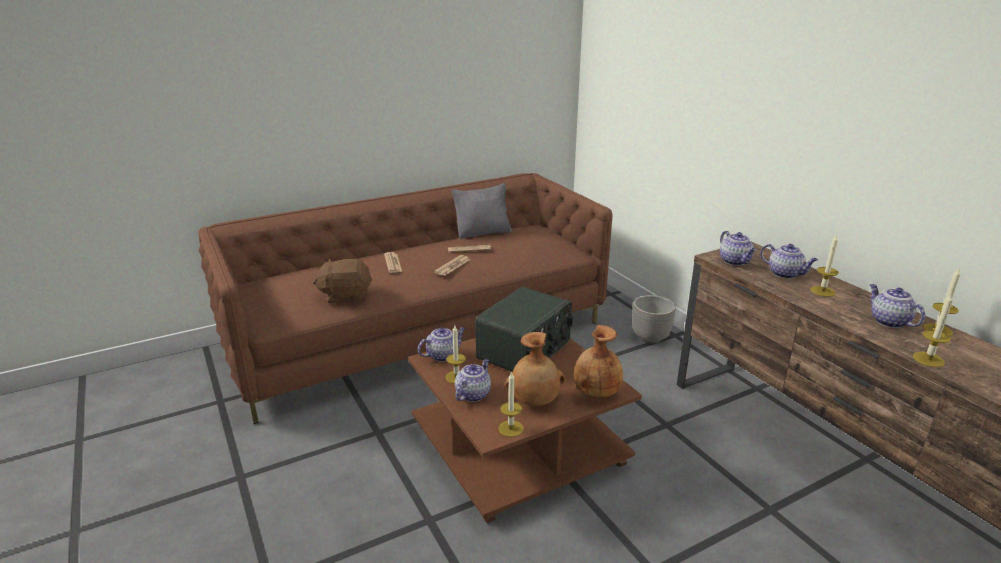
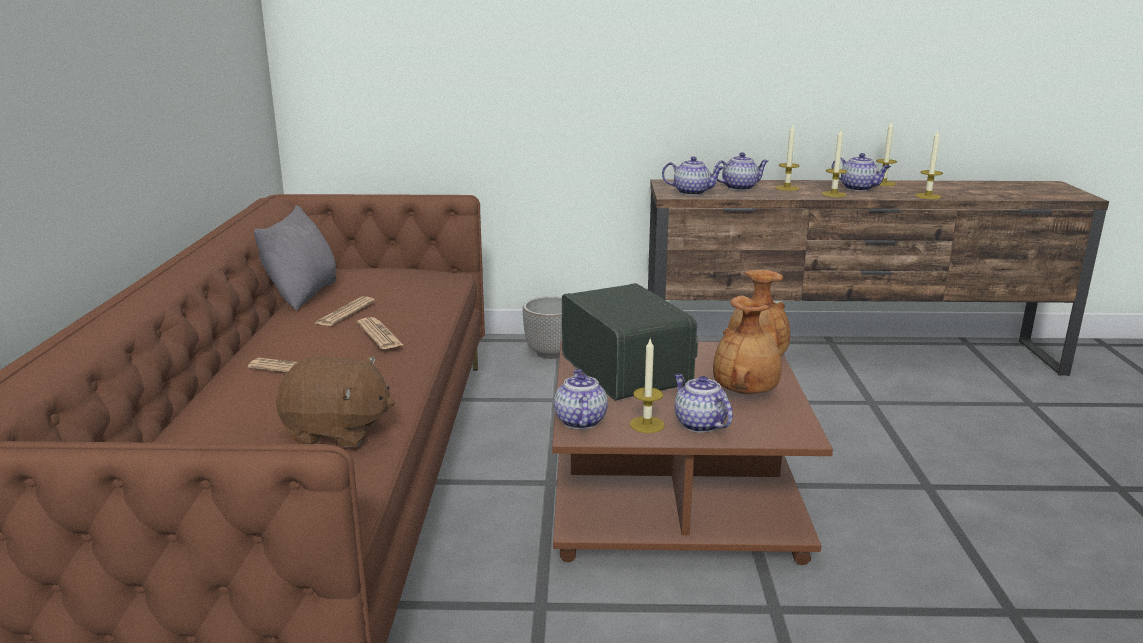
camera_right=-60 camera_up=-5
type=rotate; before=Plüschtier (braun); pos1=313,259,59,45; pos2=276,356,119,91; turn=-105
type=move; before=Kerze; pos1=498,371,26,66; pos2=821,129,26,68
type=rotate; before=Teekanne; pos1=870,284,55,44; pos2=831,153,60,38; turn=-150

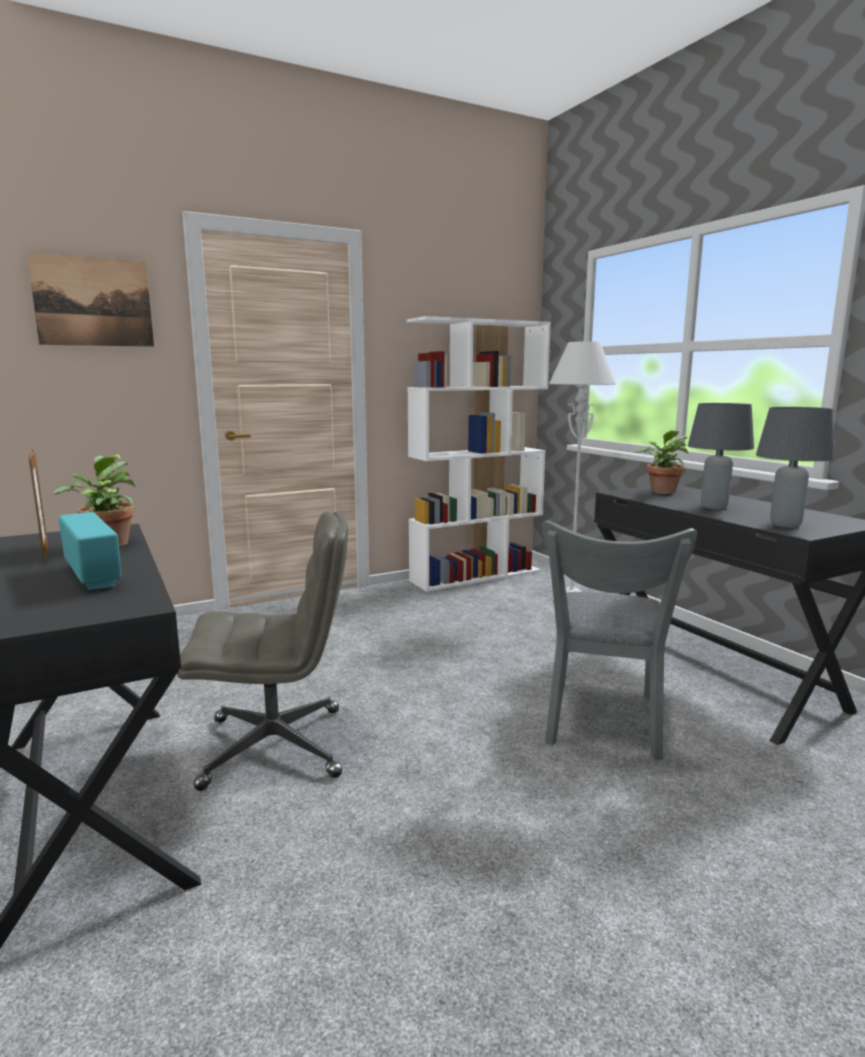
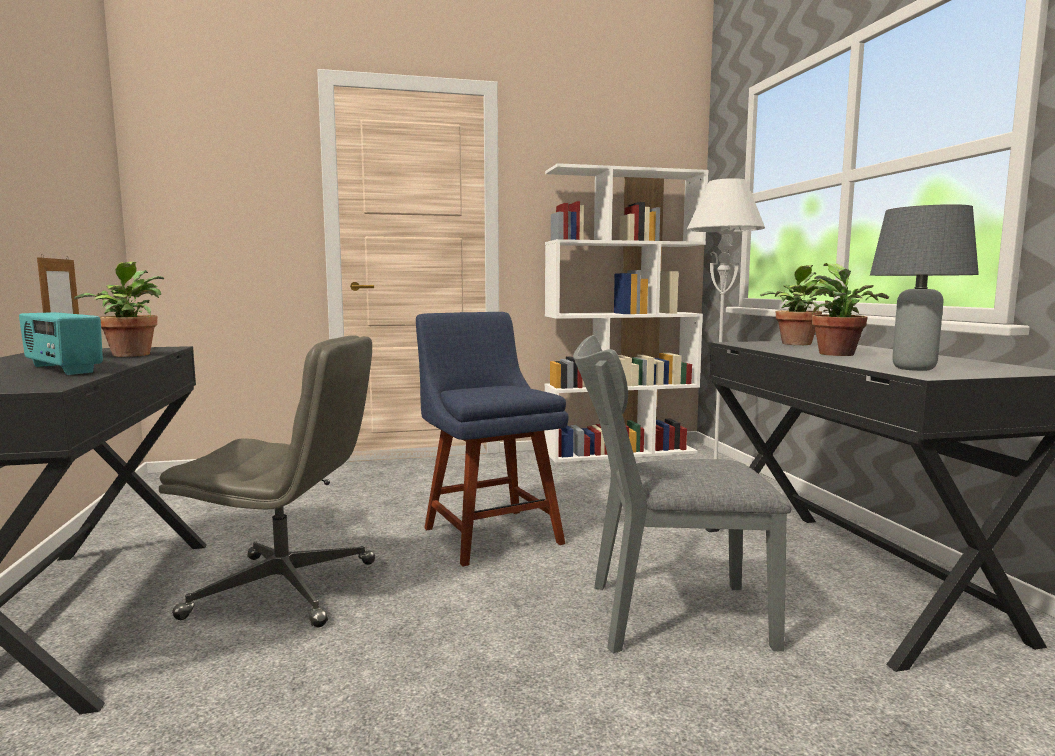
camera_right=15 camera_up=-5
type=delete; before=Bild; pos1=27,253,127,94
type=rotate; before=Radio; pos1=58,512,64,78; pos2=19,312,84,63; turn=150
type=rotate; before=Stuhl (grau); pos1=543,520,154,240; pos2=573,335,218,318; turn=60
type=replace; before=Tischlampe (grau); after=Topfpflanze; pos1=688,403,66,107; pos2=809,263,80,93
type=insert; after=Stuhl (blau); pos2=416,312,153,255

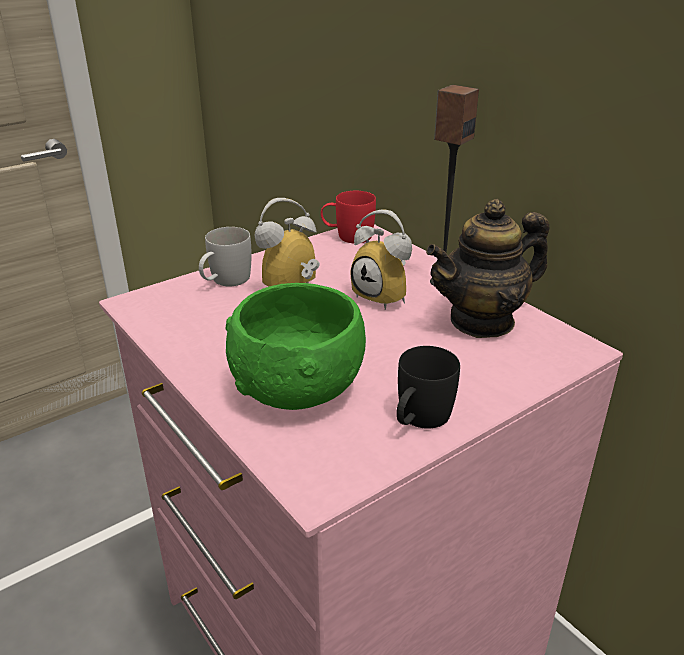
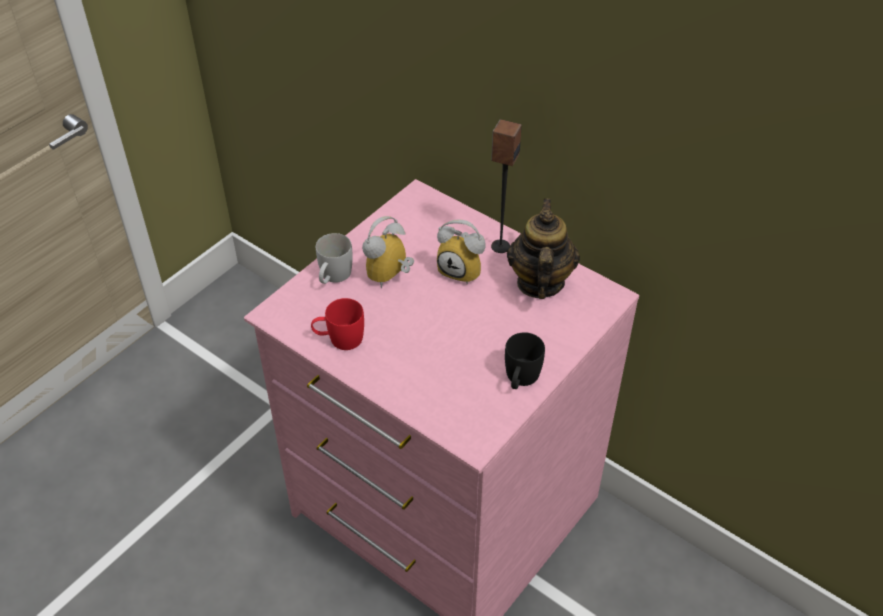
camera_right=-15 camera_up=15
type=delete; before=Schüssel (grün); pos1=226,283,140,127
type=move; before=Henkelbecher (rot); pos1=321,191,55,52; pos2=311,298,53,52
type=rotate; before=Teekanne; pos1=426,199,123,139; pos2=507,198,73,101; turn=135

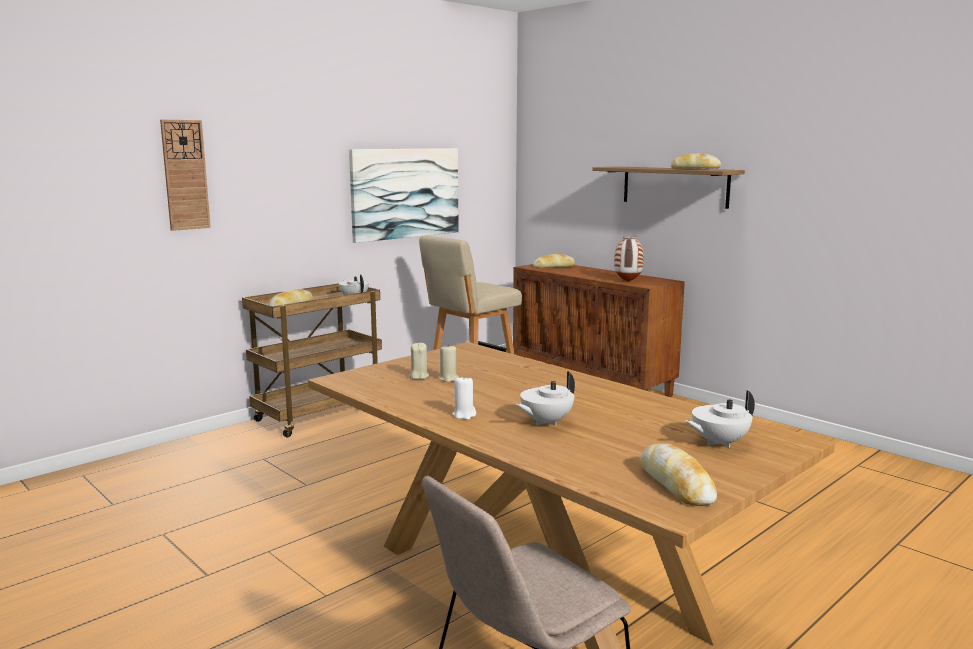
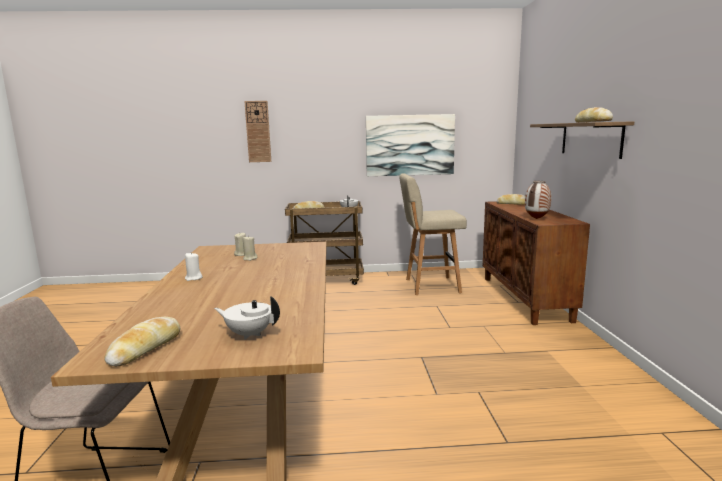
camera_right=40 camera_up=0
type=delete; before=Teekanne (weiß); pos1=515,371,60,55

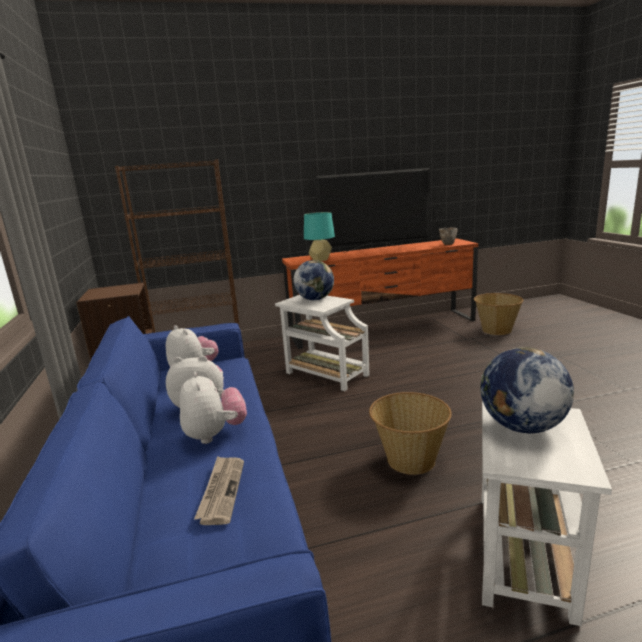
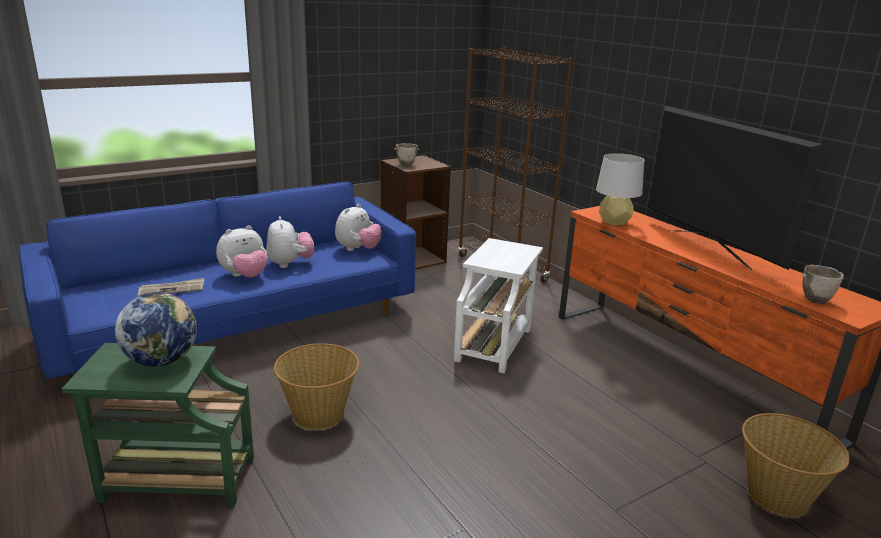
camera_right=70 camera_up=5
type=delete; before=Globus; pos1=294,260,40,40
type=recolor; before=Tischlampe (türkis); after=Tischlampe (grau); pos1=304,212,31,49; pos2=596,153,48,73
type=recolor; before=Beistelltisch (weiß); after=Beistelltisch (grün); pos1=482,401,130,225; pos2=61,343,193,164
type=insert; after=Schüssel; pos2=395,143,24,23

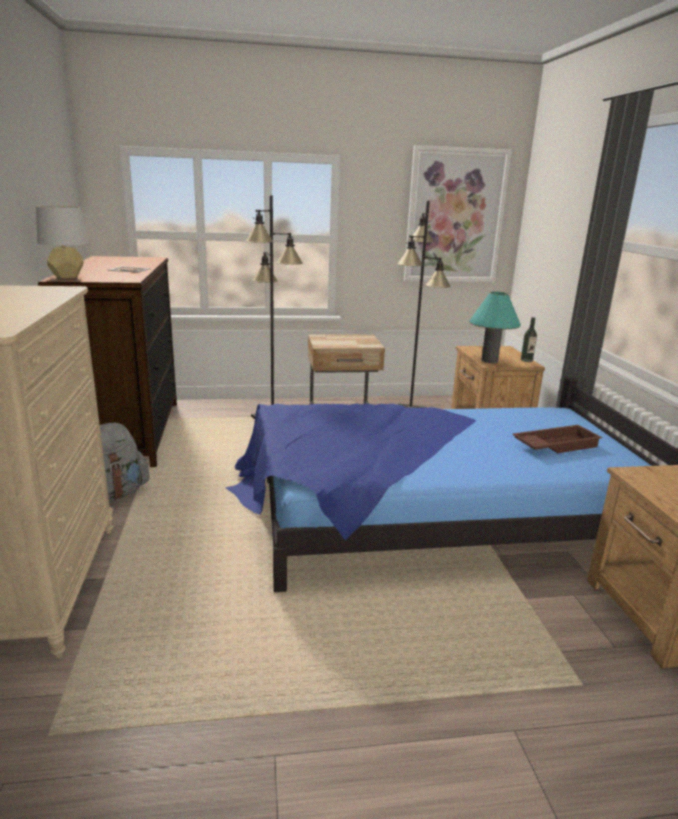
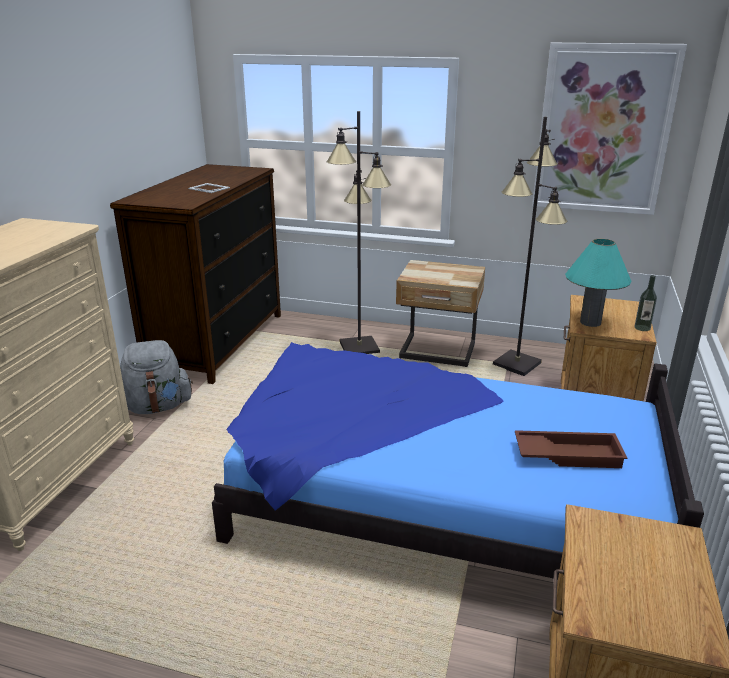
camera_right=25 camera_up=5
type=delete; before=Tischlampe (grau); pos1=36,206,52,72

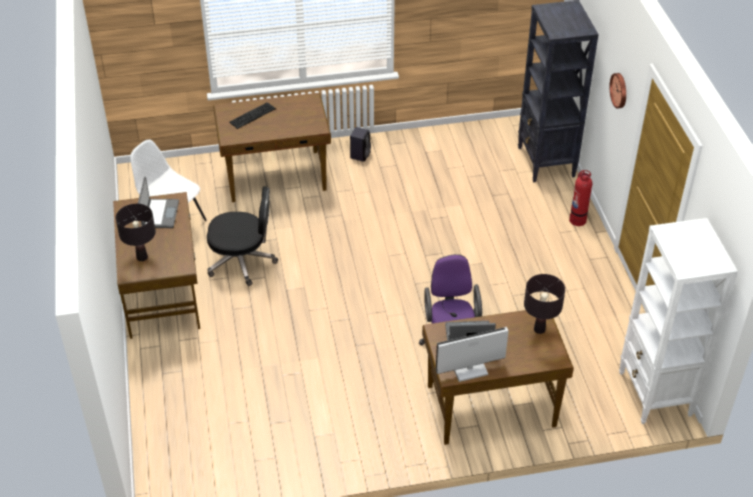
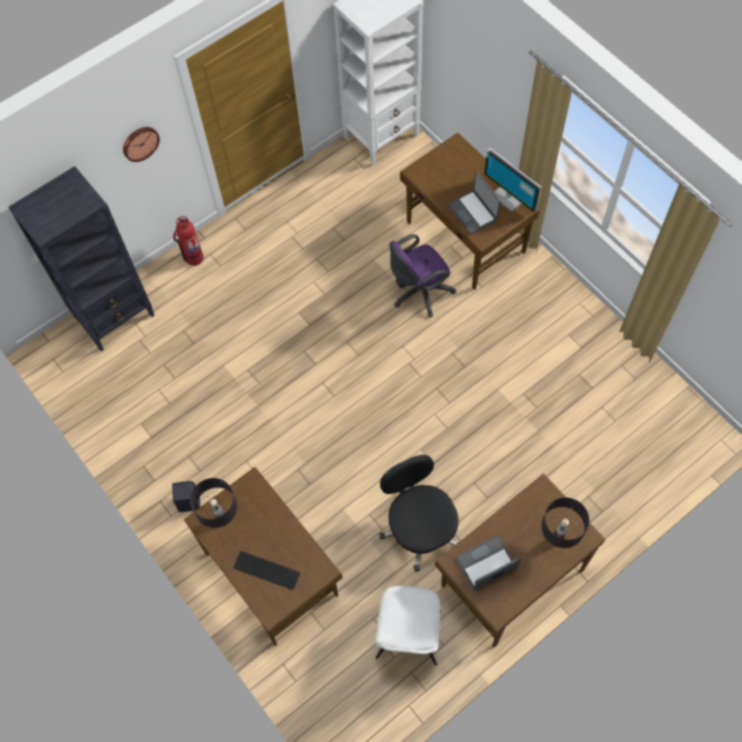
camera_right=-115 camera_up=20
type=move; before=Tischlampe (schwarz); pos1=524,274,41,60; pos2=190,478,47,50

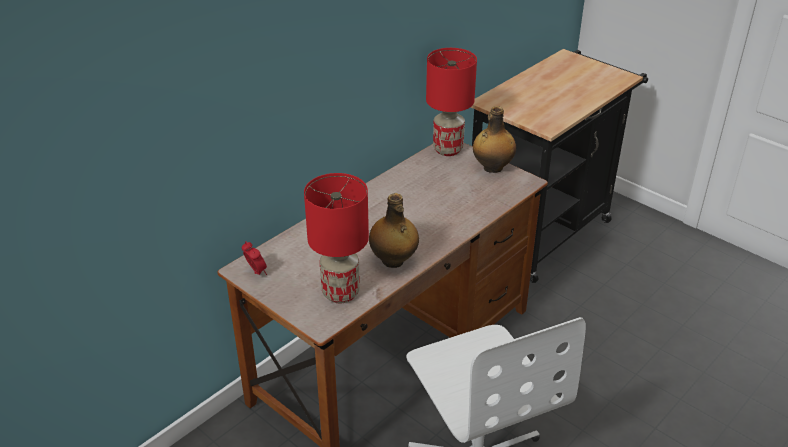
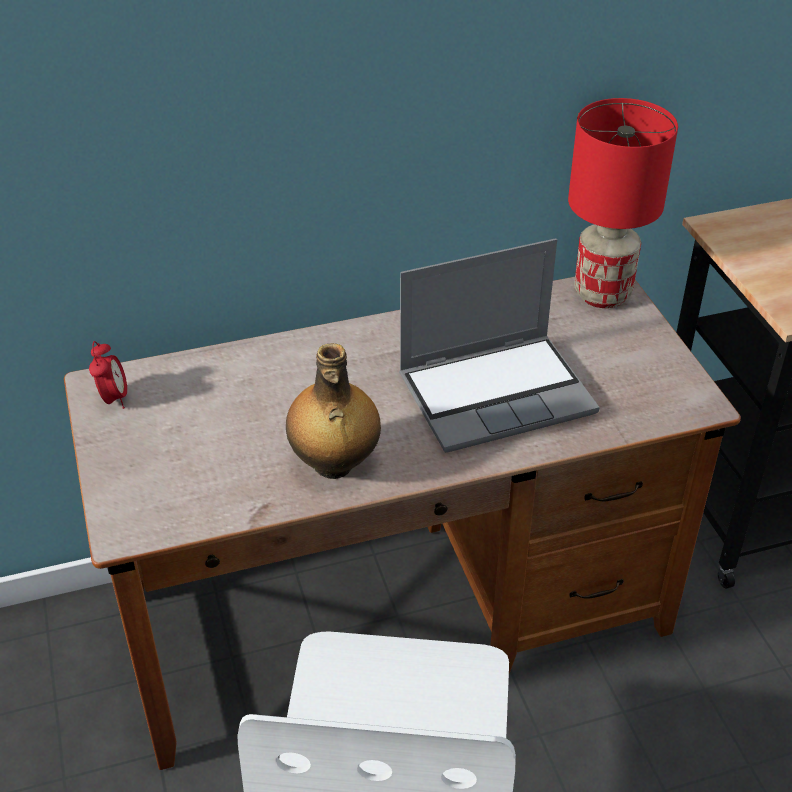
camera_right=30 camera_up=5
type=delete; before=Tischlampe (rot); pos1=304,173,65,130
type=delete; before=Flasche; pos1=473,106,44,67
type=insert; after=Laptop; pos2=399,239,201,214

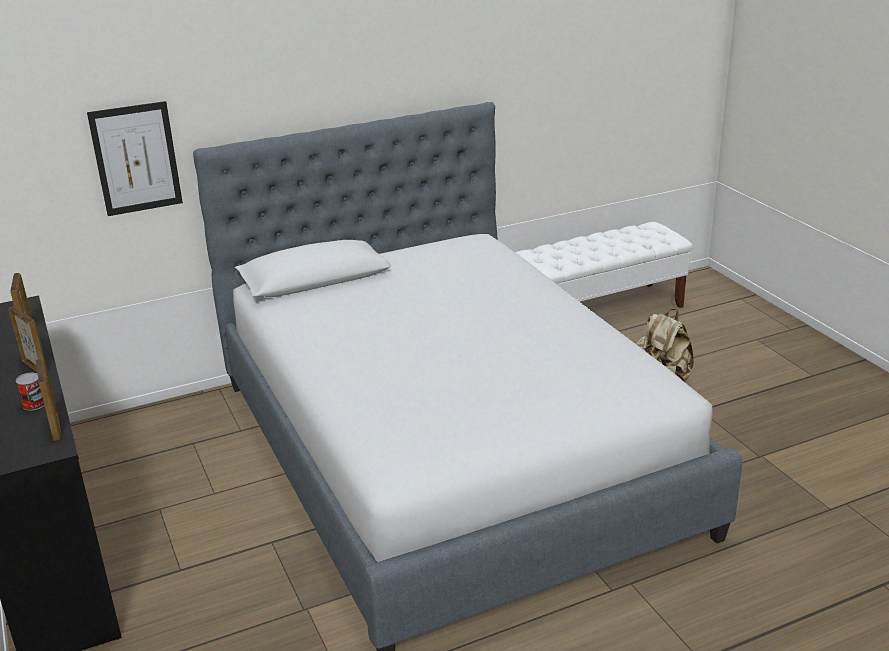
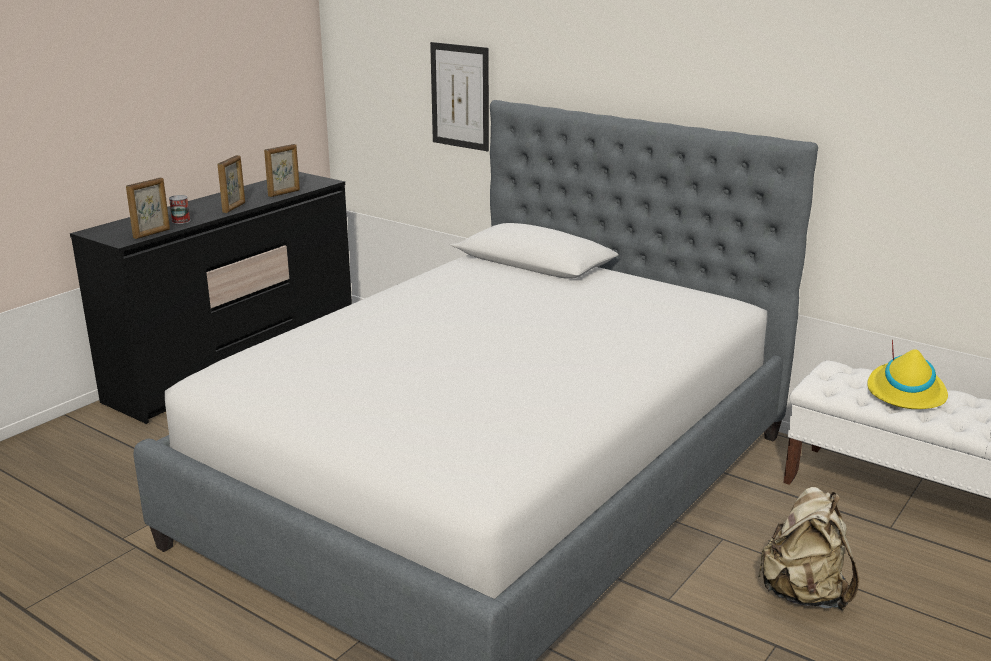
camera_right=60 camera_up=-5
type=insert; after=Hut (gelb); pos2=867,339,81,70

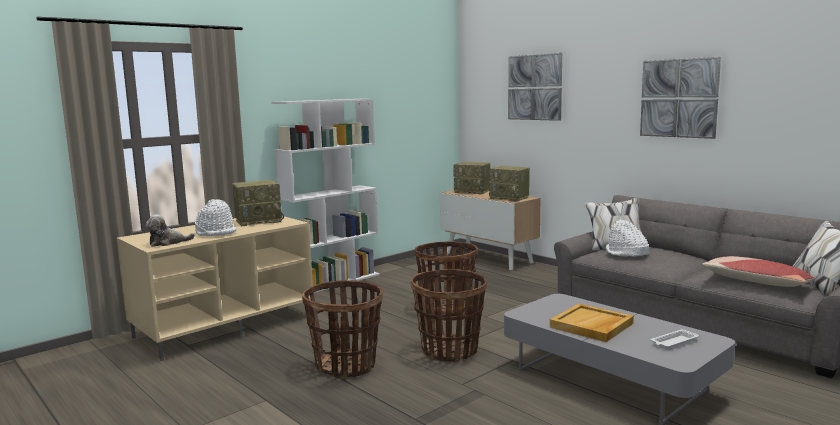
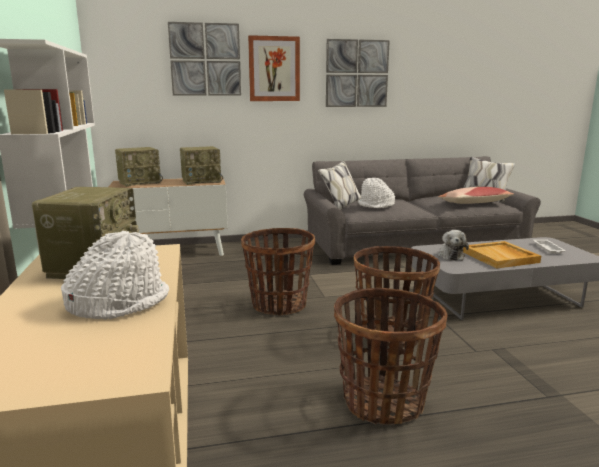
camera_right=-60 camera_up=5
type=move; before=Plüschtier; pos1=145,214,50,33; pos2=438,230,31,31
type=insert; after=Bild; pos2=248,35,52,66

